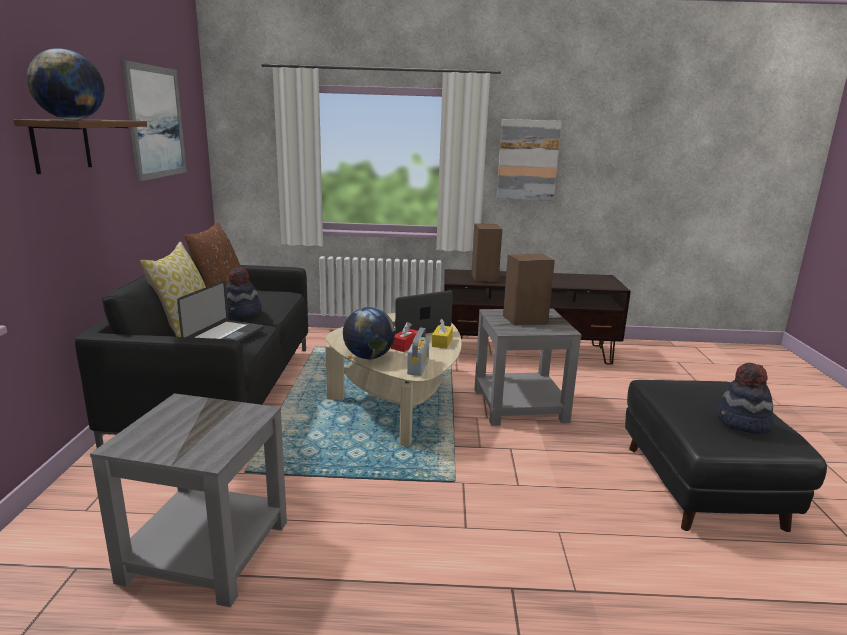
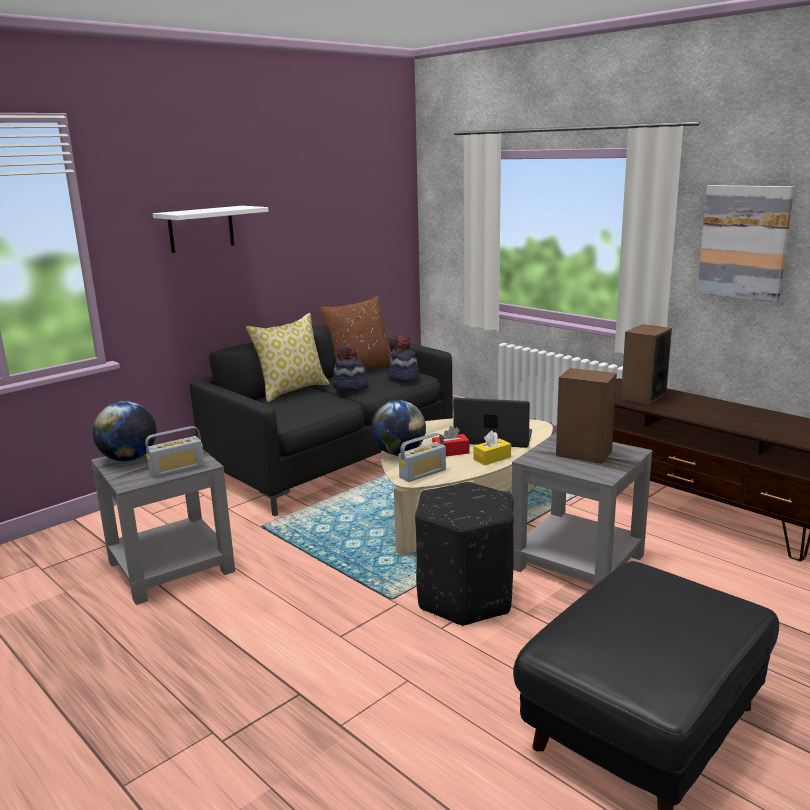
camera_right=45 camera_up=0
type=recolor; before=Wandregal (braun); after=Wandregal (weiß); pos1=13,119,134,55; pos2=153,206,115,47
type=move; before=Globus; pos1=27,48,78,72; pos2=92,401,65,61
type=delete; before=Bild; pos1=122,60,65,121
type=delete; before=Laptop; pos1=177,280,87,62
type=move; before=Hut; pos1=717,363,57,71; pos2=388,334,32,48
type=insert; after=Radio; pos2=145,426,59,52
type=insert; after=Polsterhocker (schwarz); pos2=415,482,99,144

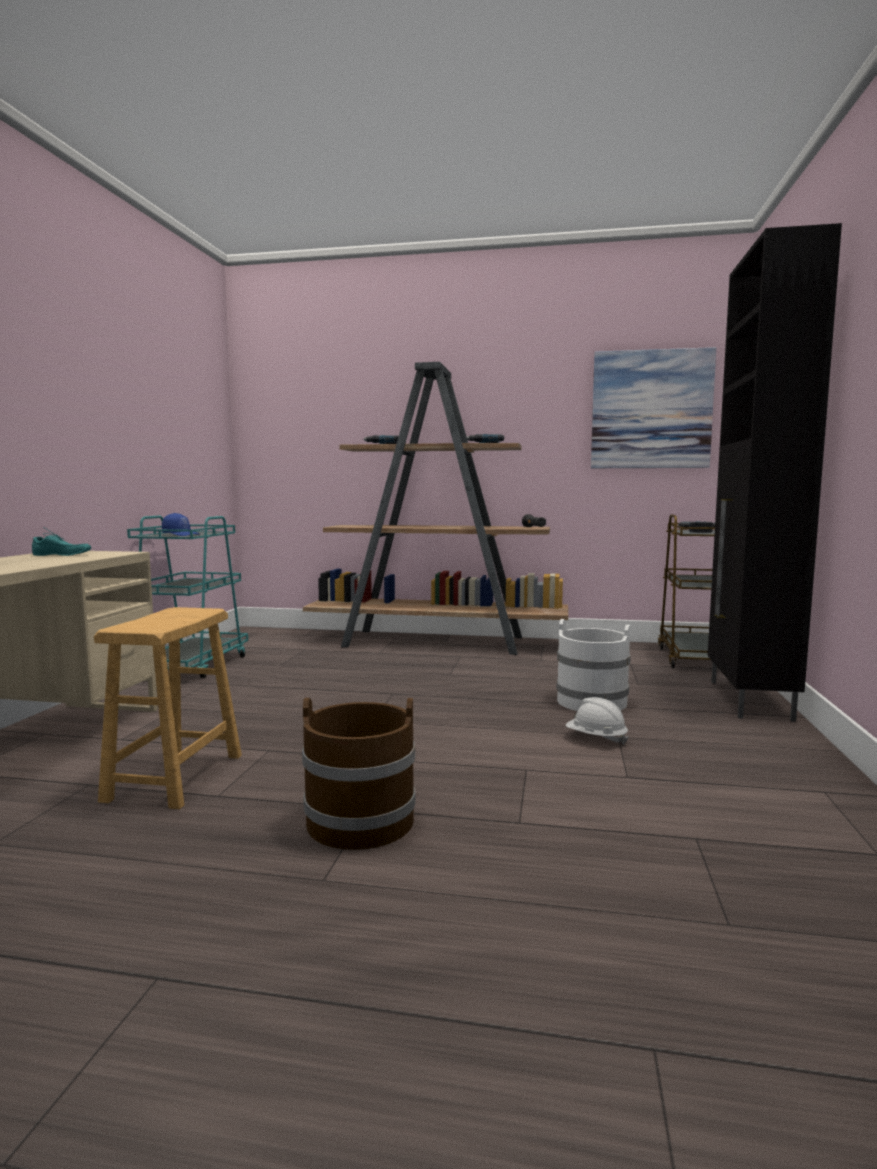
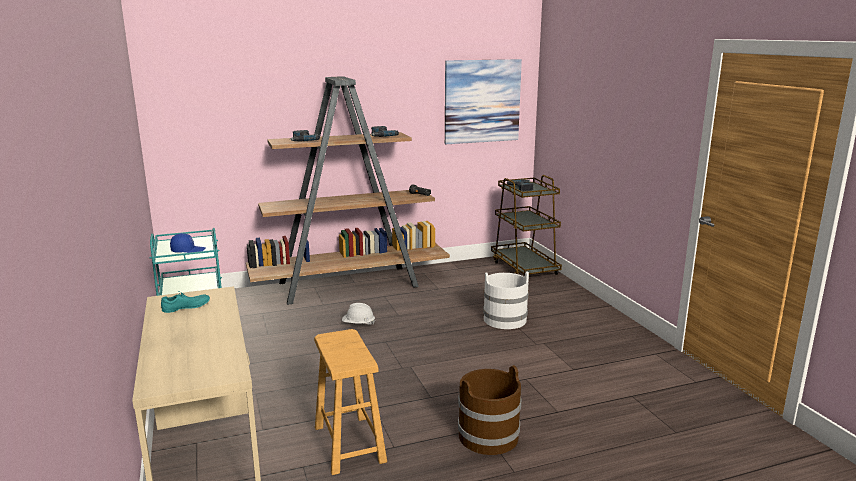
camera_right=-30 camera_up=10
type=move; before=Schutzhelm (weiß); pos1=566,697,63,48; pos2=342,303,33,22
type=delete; before=Schrank (schwarz); pos1=708,223,134,499

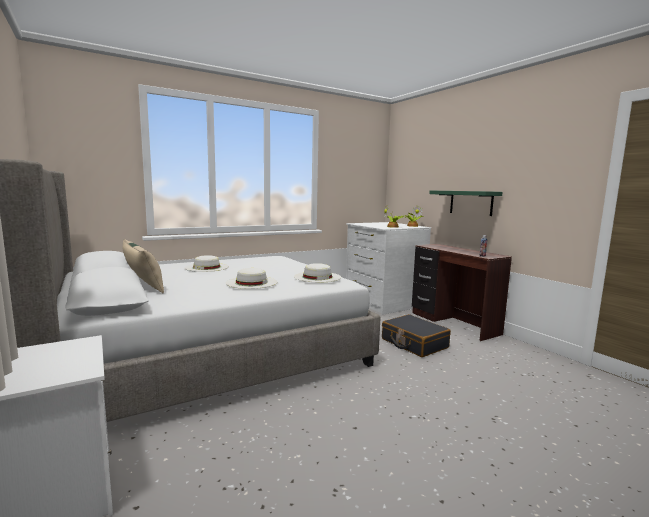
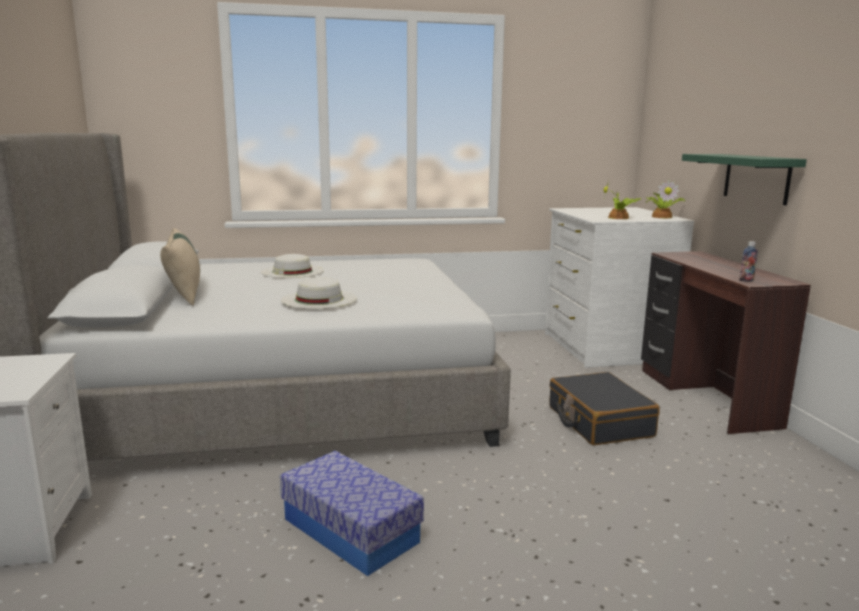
camera_right=20 camera_up=5
type=delete; before=Hut (weiß); pos1=294,263,47,19
type=insert; after=Aufbewahrungsbox; pos2=280,451,144,125

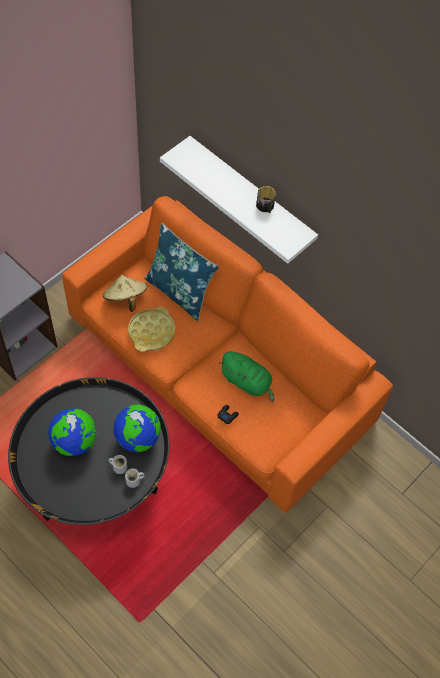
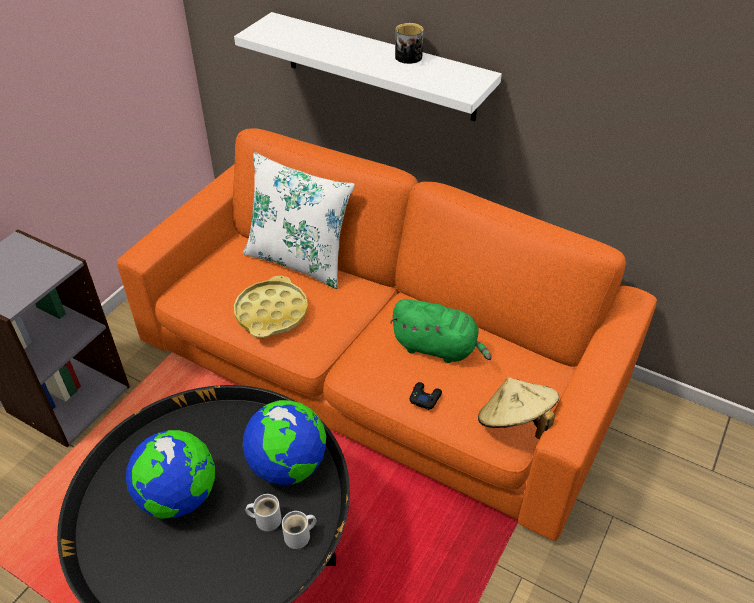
camera_right=-10 camera_up=-15
type=move; before=Hut (beige); pos1=103,275,44,37; pos2=478,377,81,62
type=recolor; before=Kissen (blau); after=Kissen (weiß); pos1=144,223,75,98; pos2=243,152,112,137

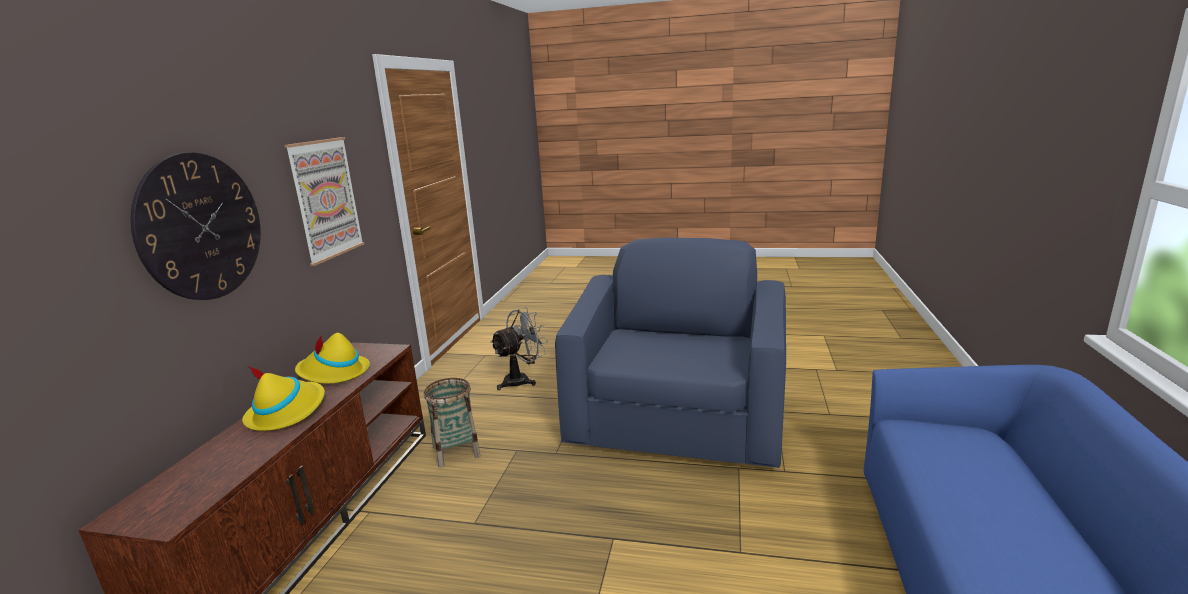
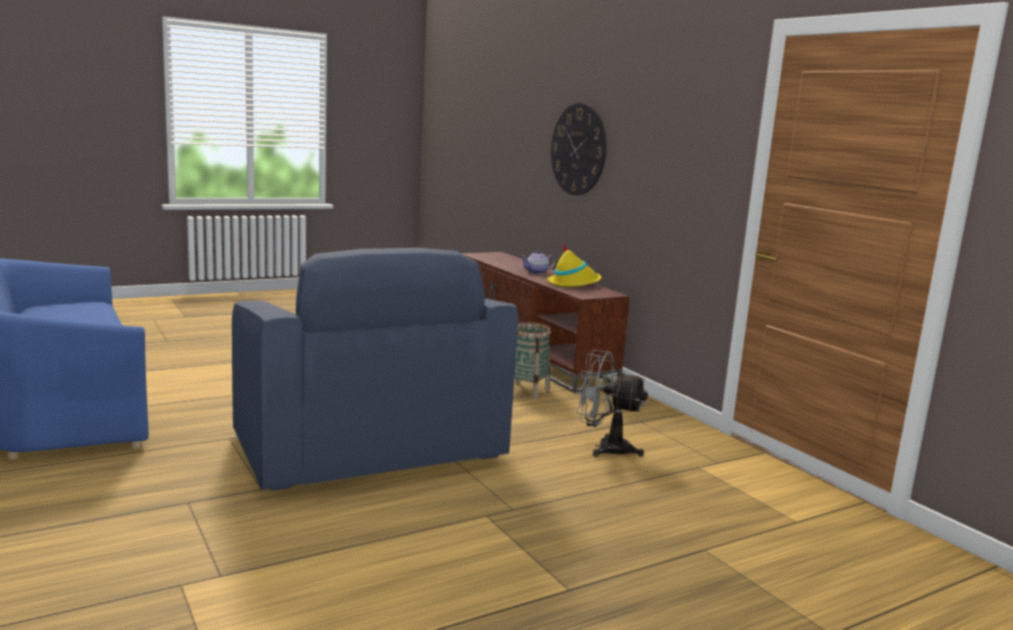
camera_right=135 camera_up=-5
type=replace; before=Hut (gelb); after=Teekanne; pos1=242,365,83,66; pos2=521,250,34,24
type=delete; before=Bild; pos1=284,137,81,129
type=rotate; before=Ventilator (grau); pos1=490,307,58,83; pos2=576,350,72,107; turn=105

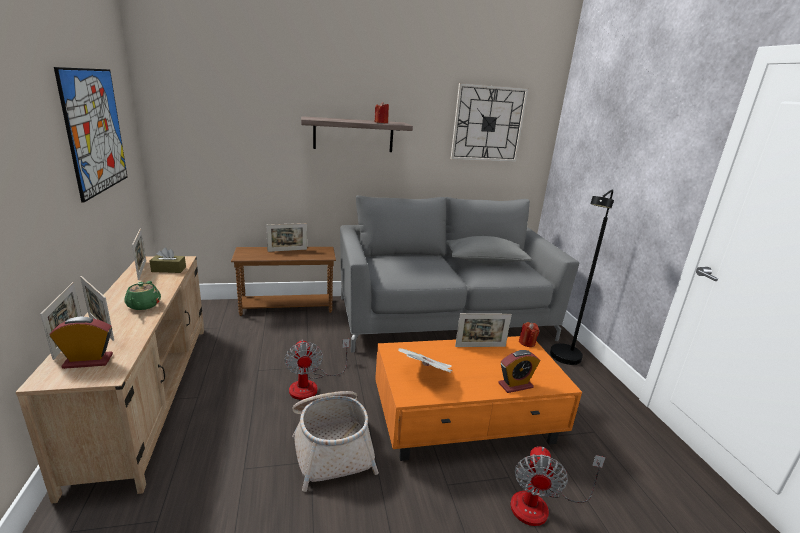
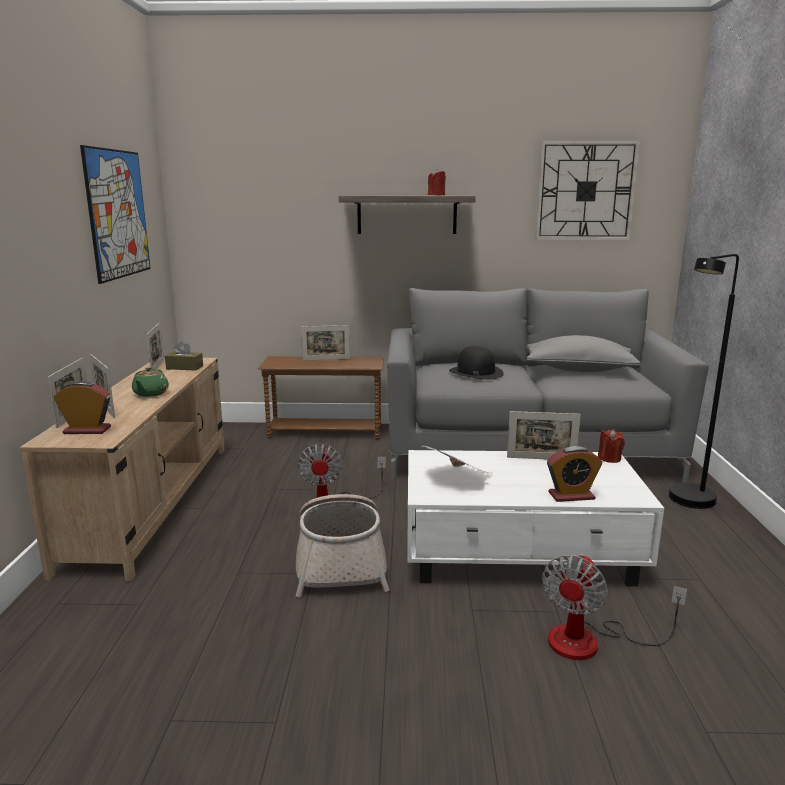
camera_right=15 camera_up=-5
type=recolor; before=Couchtisch (orange); after=Couchtisch (weiß); pos1=375,336,207,125; pos2=407,450,257,137
type=insert; after=Hut (schwarz); pos2=449,346,55,34

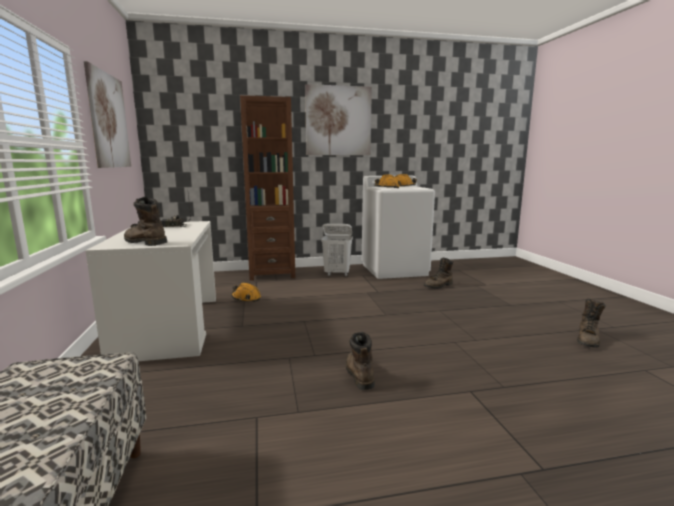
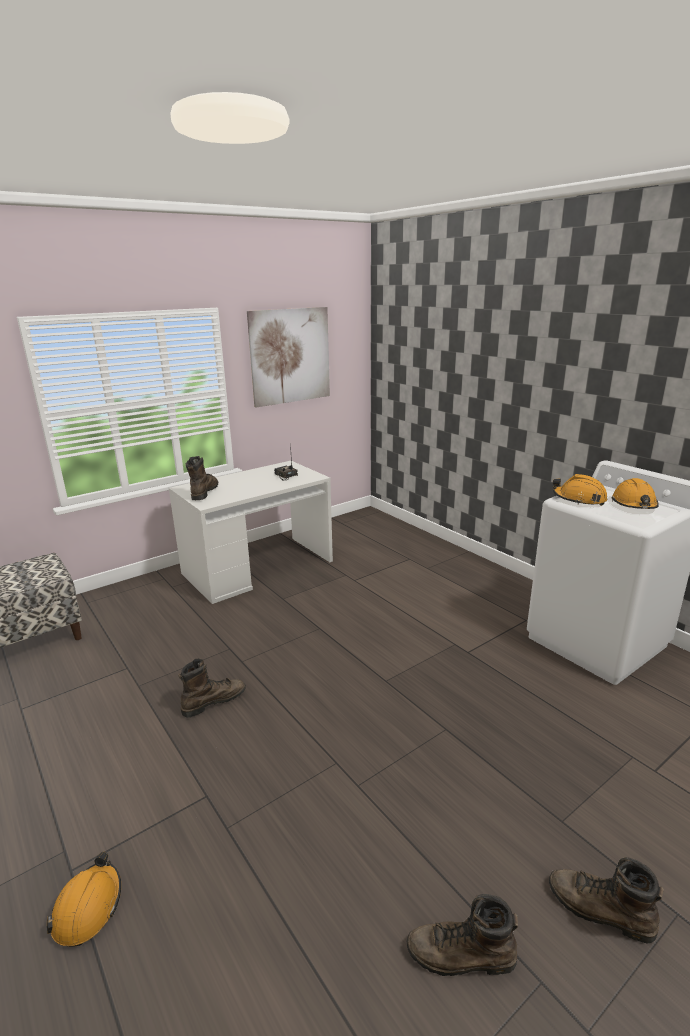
camera_right=65 camera_up=10
type=move; before=Schutzhelm (orange); pos1=231,283,30,19; pos2=47,852,74,95
type=delete; before=Bücherregal (braun); pos1=240,95,55,186
type=delete; before=Bild; pos1=305,84,67,71
type=delete; before=Wäschekorb (weiß); pos1=321,224,32,52
type=move; before=Stiefel (braun); pos1=424,258,29,31; pos2=549,857,115,86

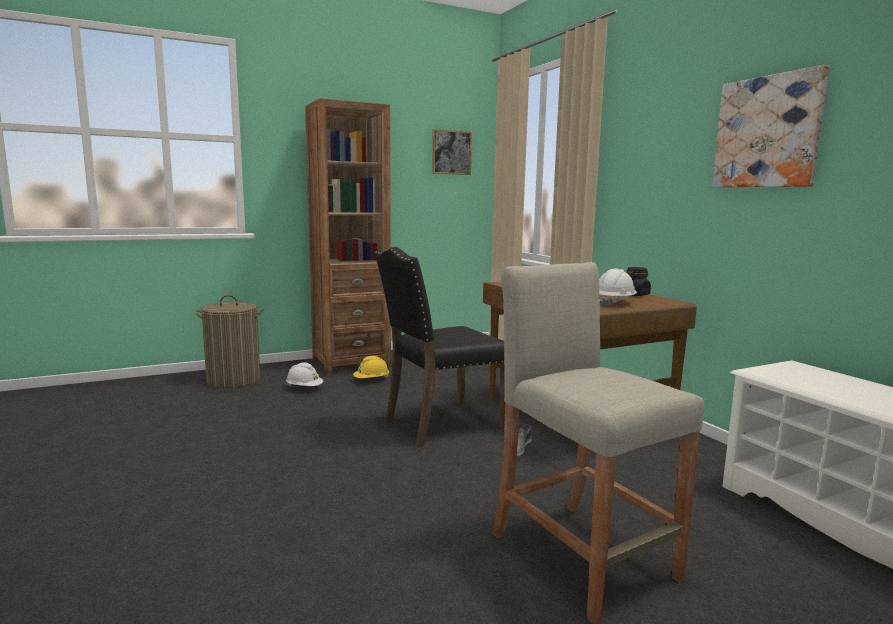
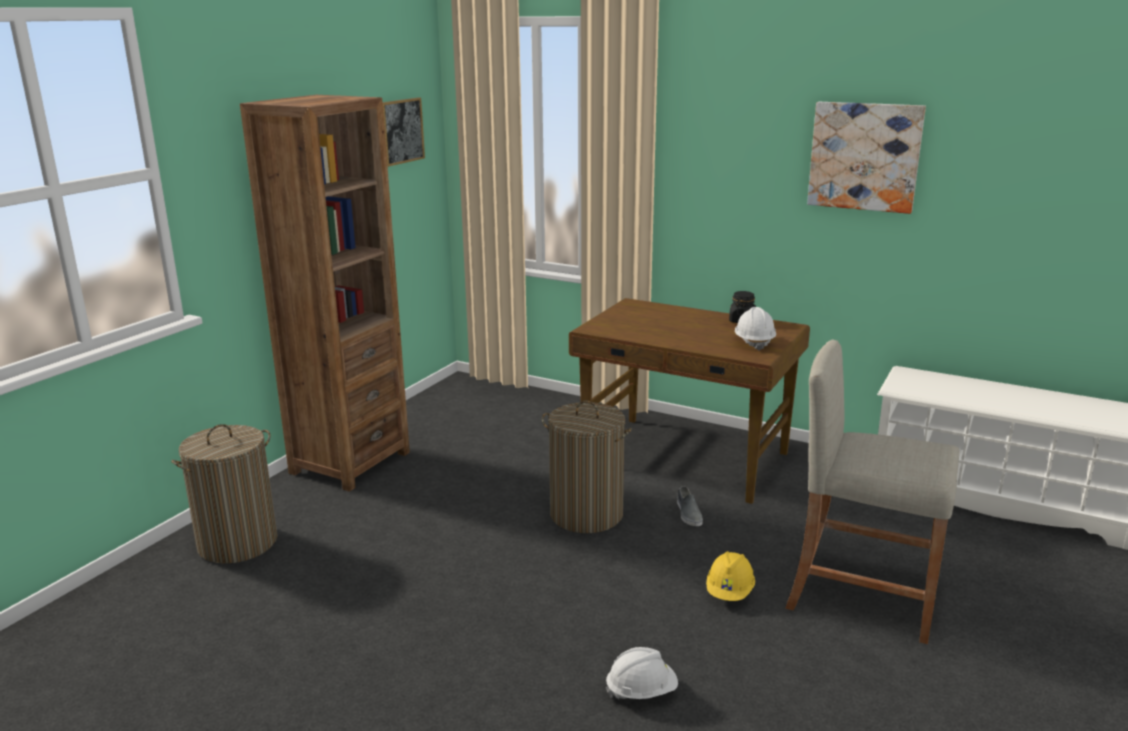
camera_right=-35 camera_up=10
type=move; before=Schutzhelm (weiß); pos1=286,362,37,24; pos2=606,647,72,52
type=move; before=Schutzhelm (gelb); pos1=353,356,36,22; pos2=706,551,49,50
type=replace; before=Stuhl (schwarz); after=Wäschekorb; pos1=374,247,131,201; pos2=542,401,90,132

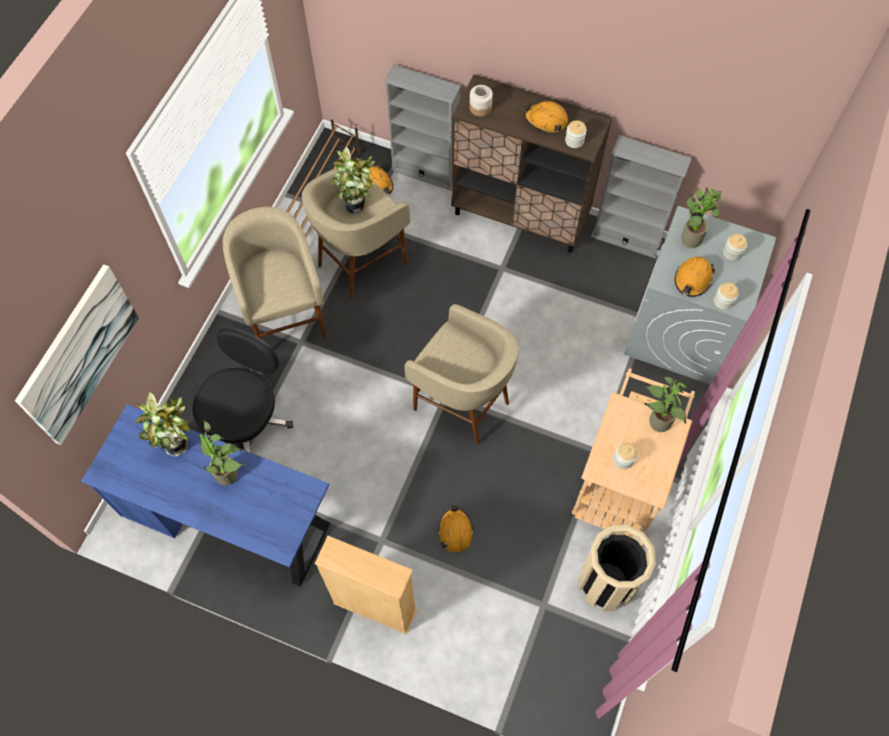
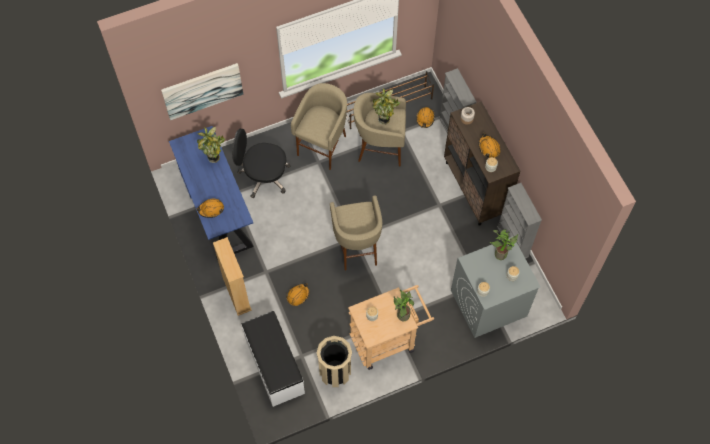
camera_right=45 camera_up=0
type=rotate; before=Bürostuhl (schwarz); pos1=193,327,100,126; pos2=232,129,58,69; turn=-150
type=delete; before=Topfpflanze; pos1=199,420,45,65
type=move; before=Schutzhelm (orange); pos1=675,257,40,40; pos2=197,199,27,19
type=insert; after=Bank (weiß); pos2=241,311,64,96

